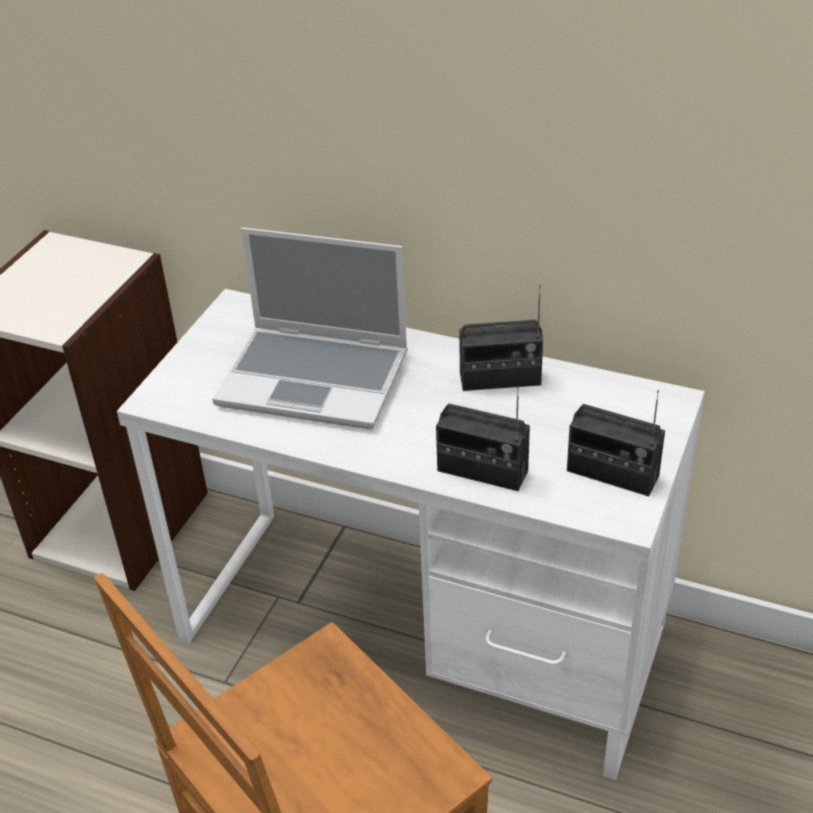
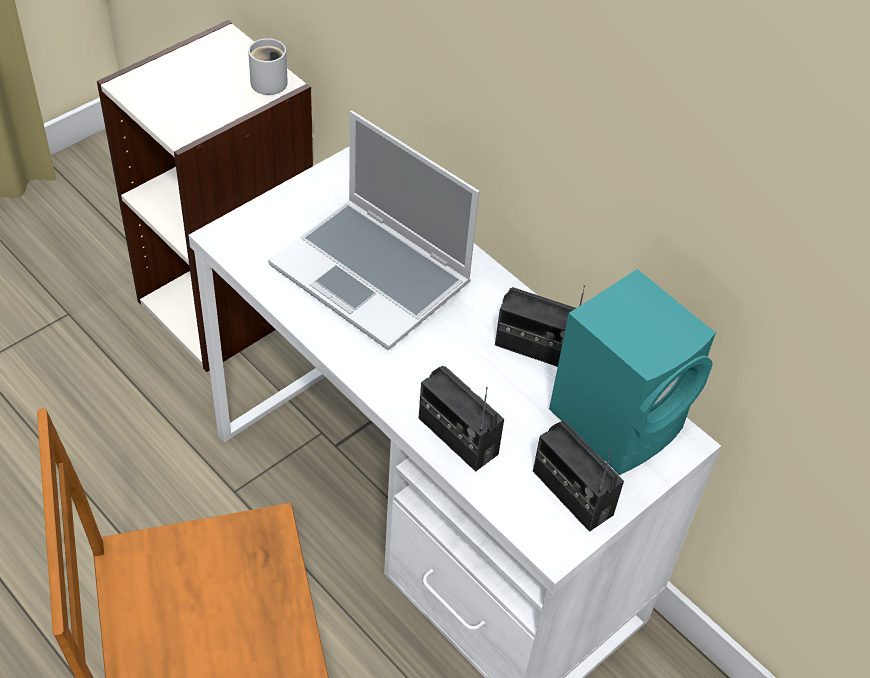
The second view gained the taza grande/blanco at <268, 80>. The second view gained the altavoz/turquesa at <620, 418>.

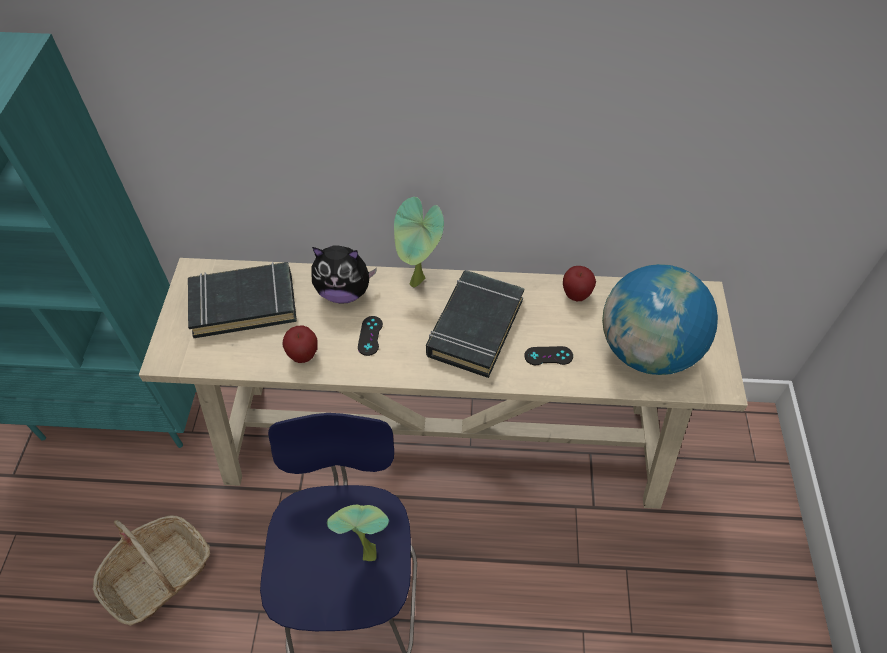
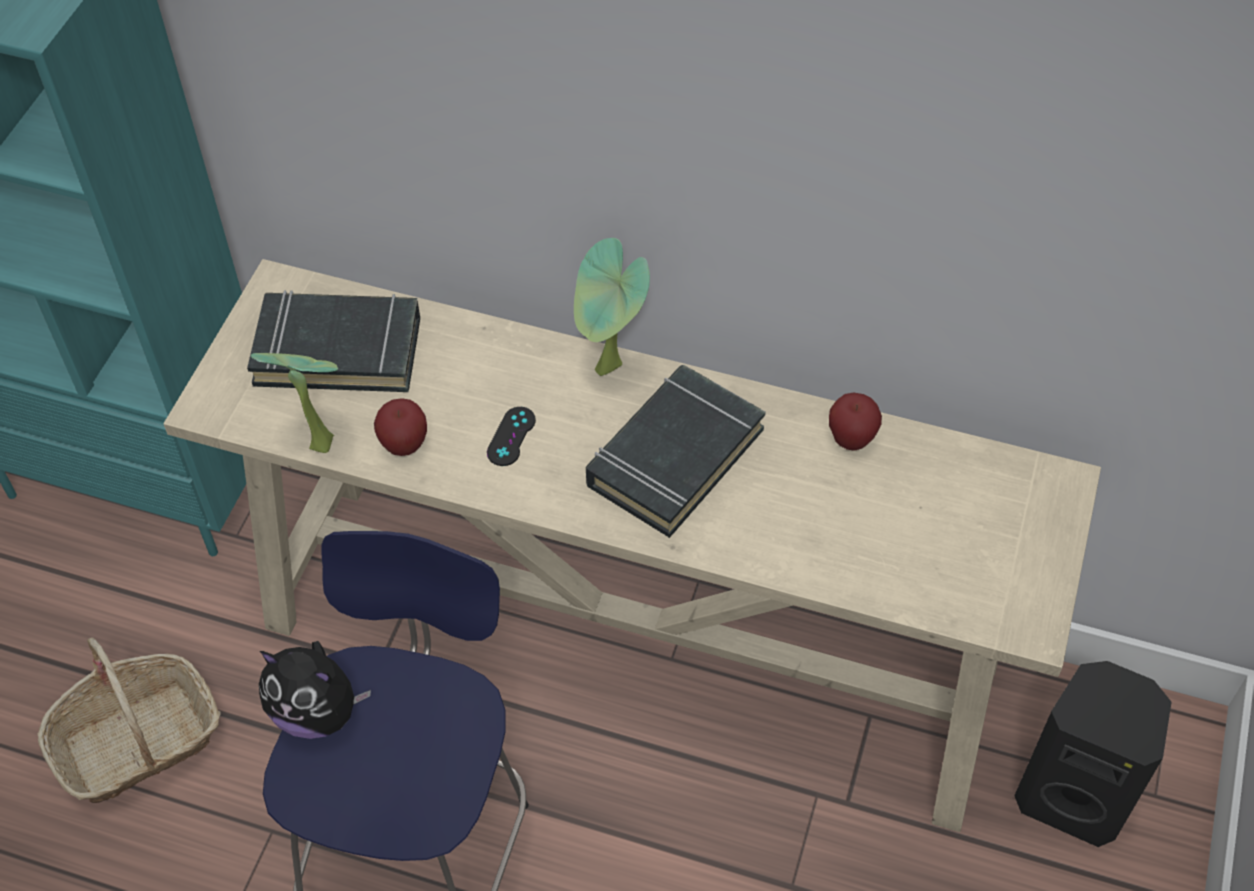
The planta en maceta ended up elsewhere, having gone from <366, 550> to <319, 439>. The peluche ended up elsewhere, having gone from <344, 292> to <317, 712>. The second view gained the altavoz/negro at <1072, 795>. The second view lost the mando de consola/negro at <548, 356>. The second view lost the globo terráqueo at <647, 351>.

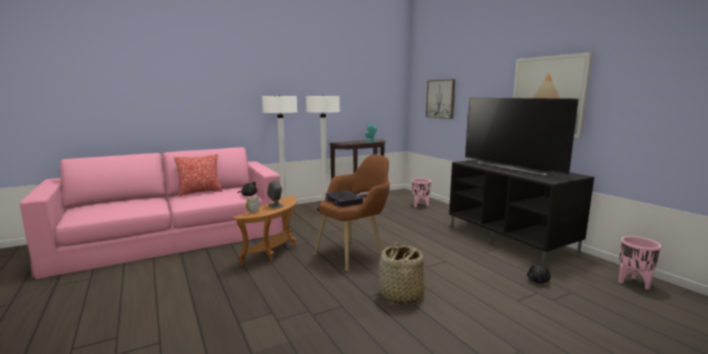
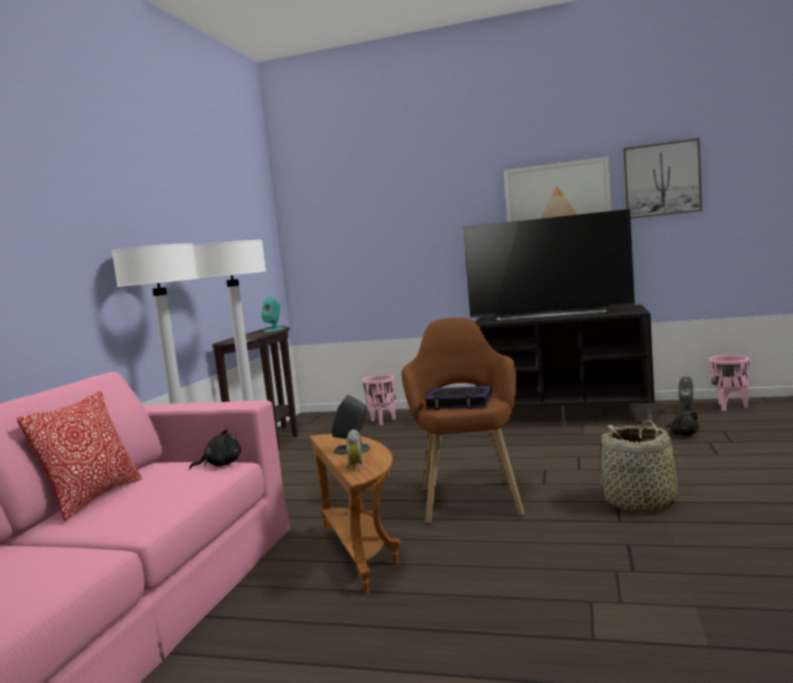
The cuadro ended up elsewhere, having gone from <440, 99> to <661, 179>. The second view gained the altavoz/gris at <687, 411>.

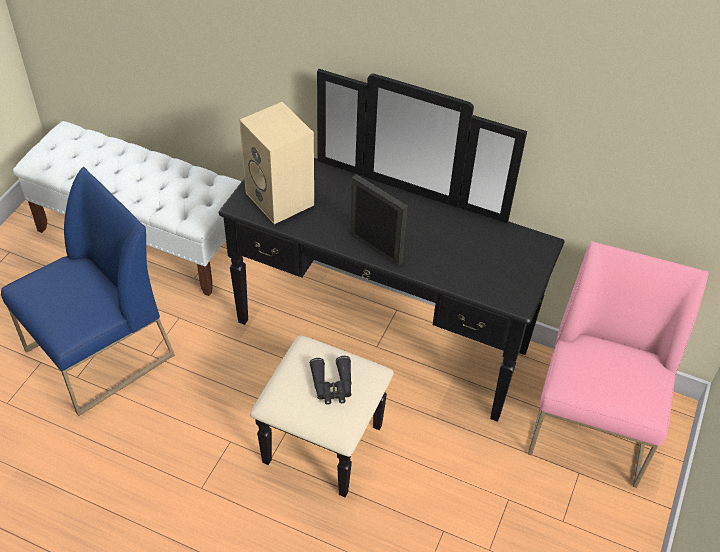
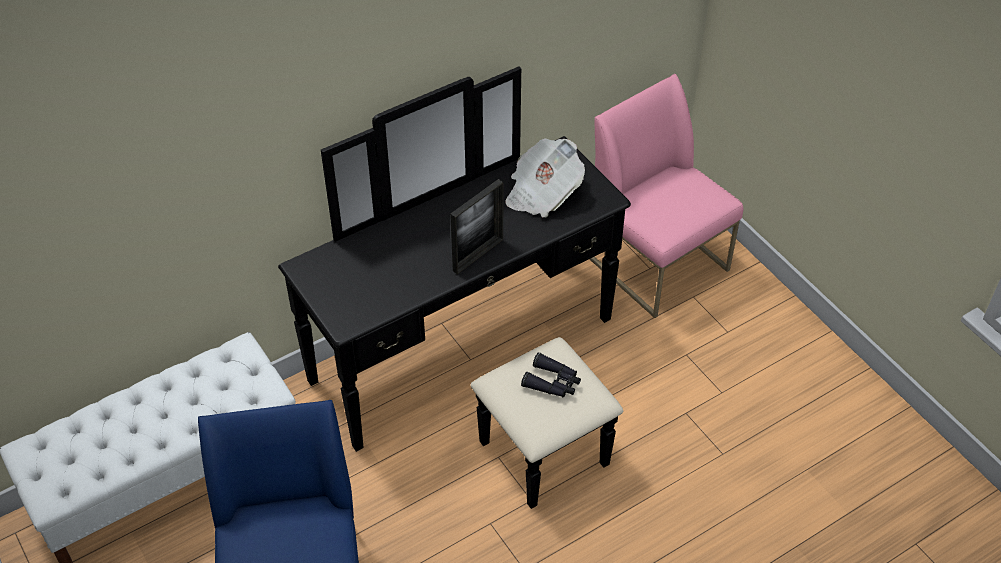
The portarretratos at <375, 248> ended up facing another way, 150 degrees clockwise from before. The second view gained the periódico at <542, 193>. The second view lost the altavoz/beis at <281, 199>.

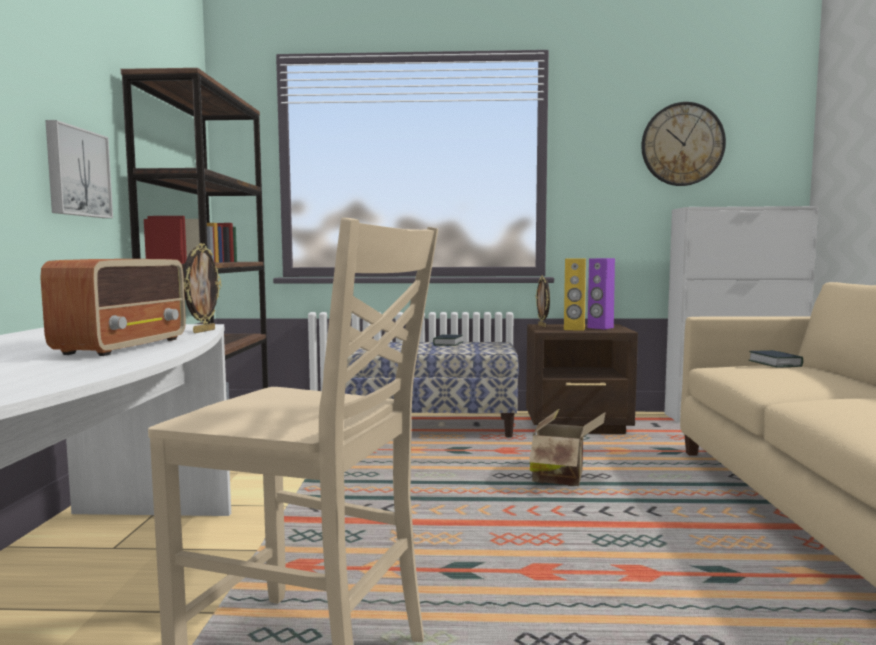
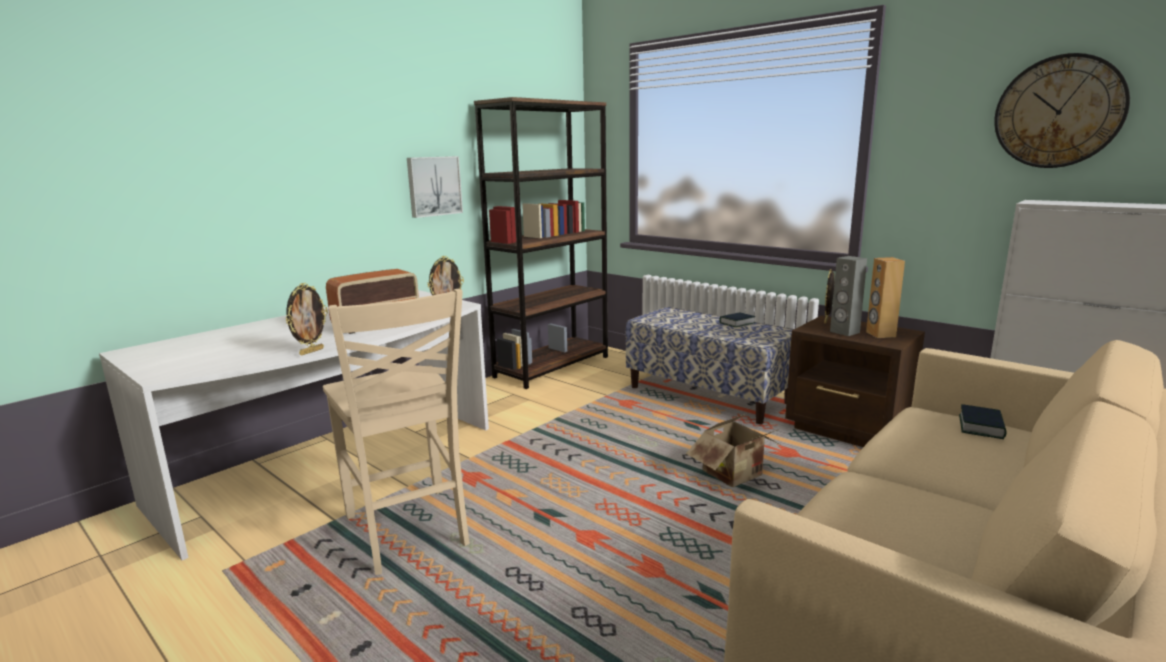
The second view gained the portarretratos at <311, 351>. What was the altavoz/amarillo at <574, 329> turned into the altavoz/gris at <844, 332>. What was the altavoz/morado at <600, 327> turned into the altavoz/marrón at <880, 334>.

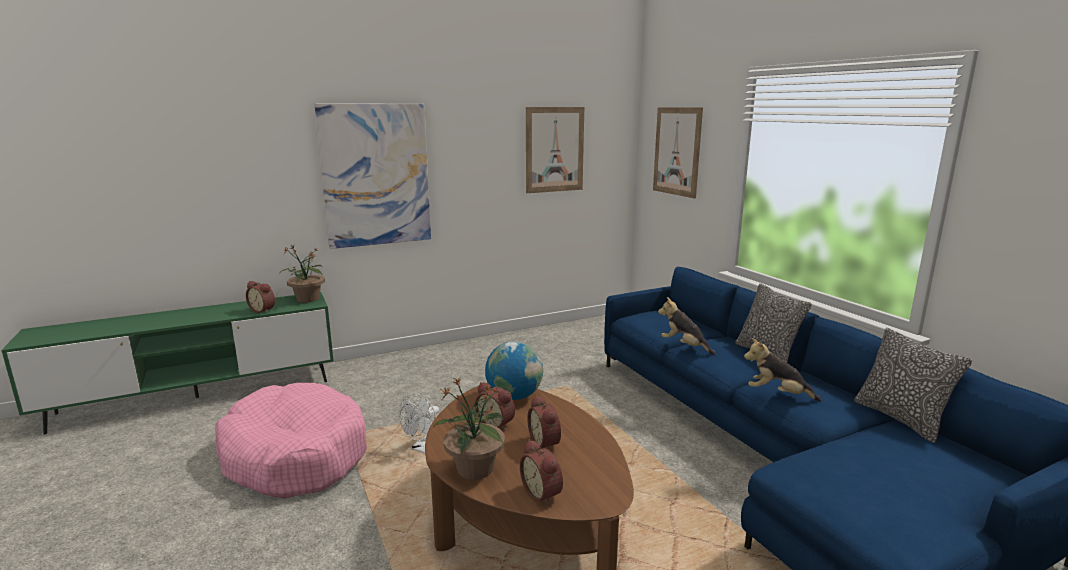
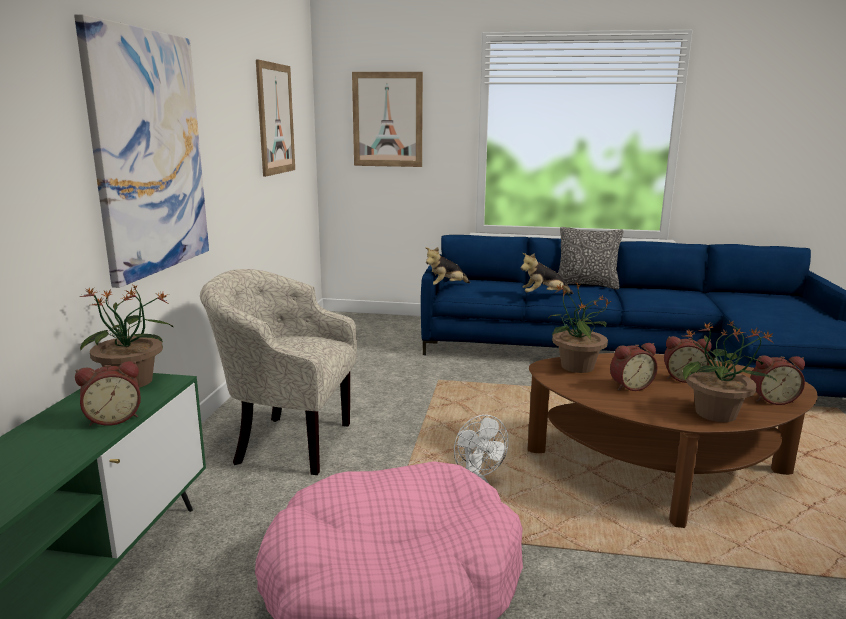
The second view gained the sillón/beis at <287, 443>. The peluche ended up elsewhere, having gone from <777, 394> to <445, 287>. Where the globo terráqueo stood at <514, 396>, the planta en maceta came to stand at <576, 367>. The second view lost the cojín at <900, 419>.

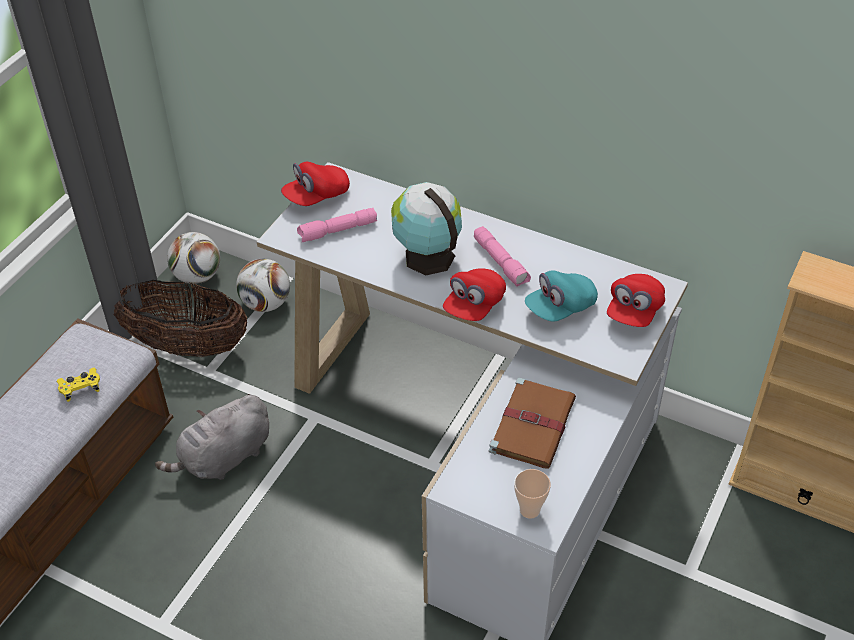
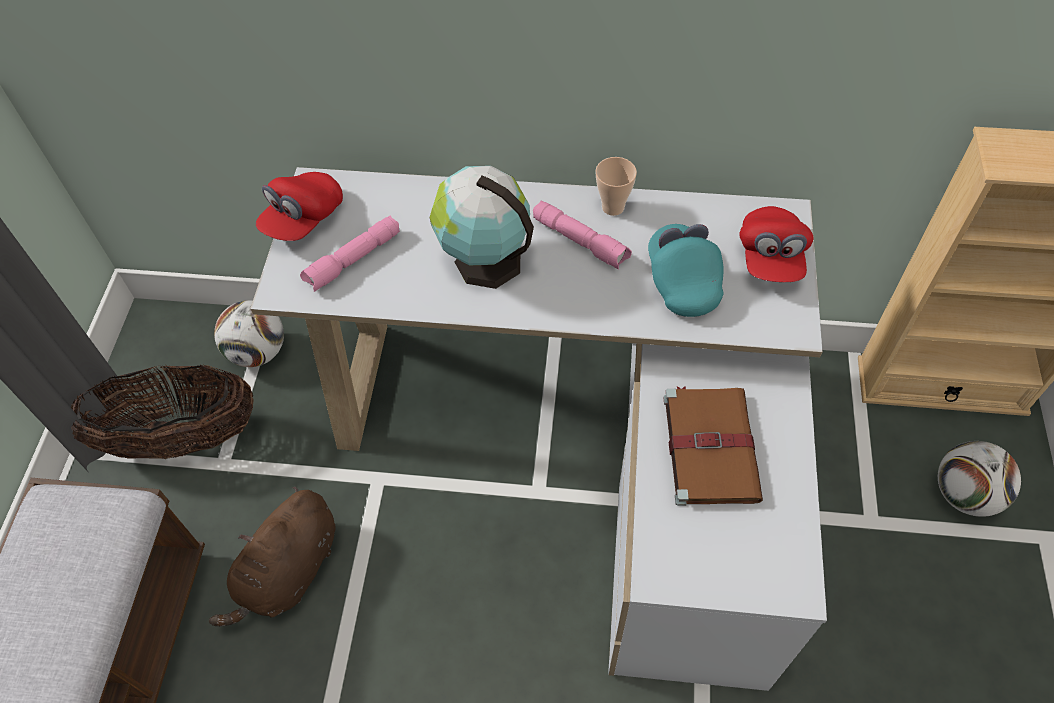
What was the peluche/gris at <223, 458> turned into the peluche/marrón at <289, 572>. The taza ended up elsewhere, having gone from <529, 510> to <613, 207>. The gorra/turquesa at <560, 307> ended up facing another way, 135 degrees clockwise from before. The balón de fútbol ended up elsewhere, having gone from <197, 276> to <964, 494>. The second view lost the mando de consola/amarillo at <81, 389>. The second view lost the gorra/rojo at <474, 305>.

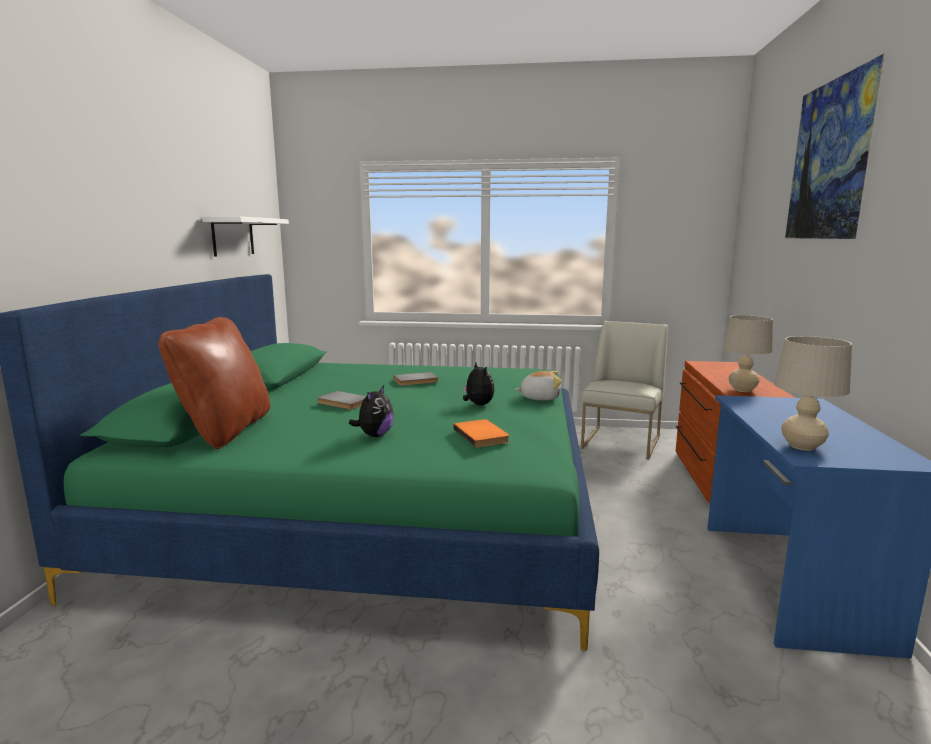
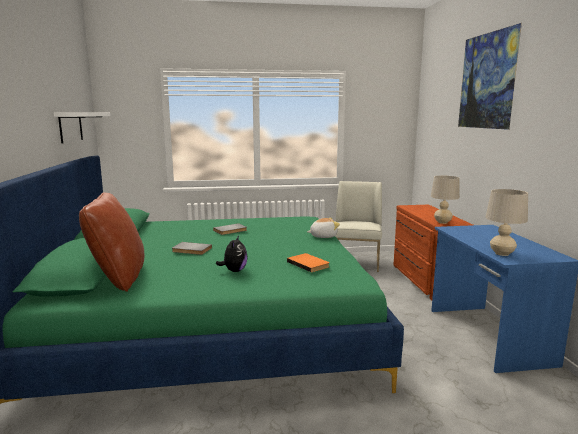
The second view lost the peluche at <478, 405>.

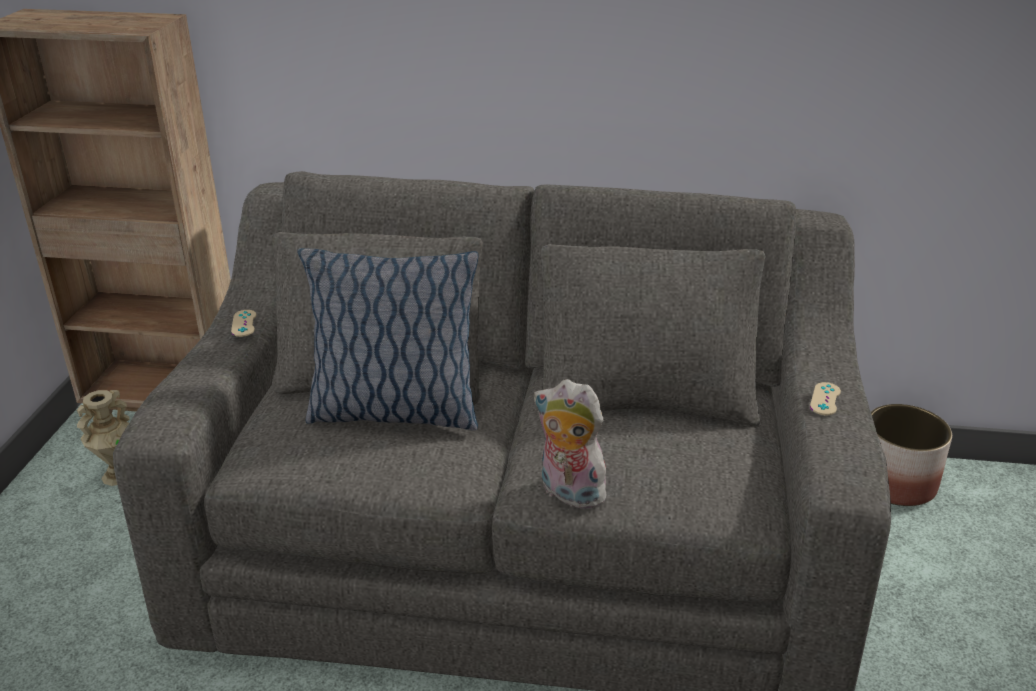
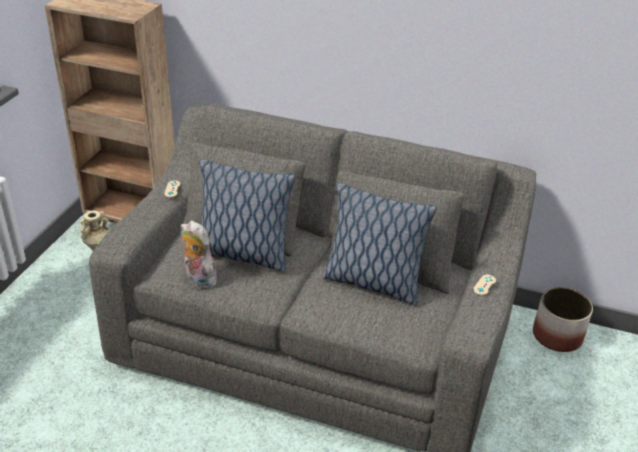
The peluche ended up elsewhere, having gone from <568, 493> to <198, 279>. The second view gained the cojín at <372, 283>.

